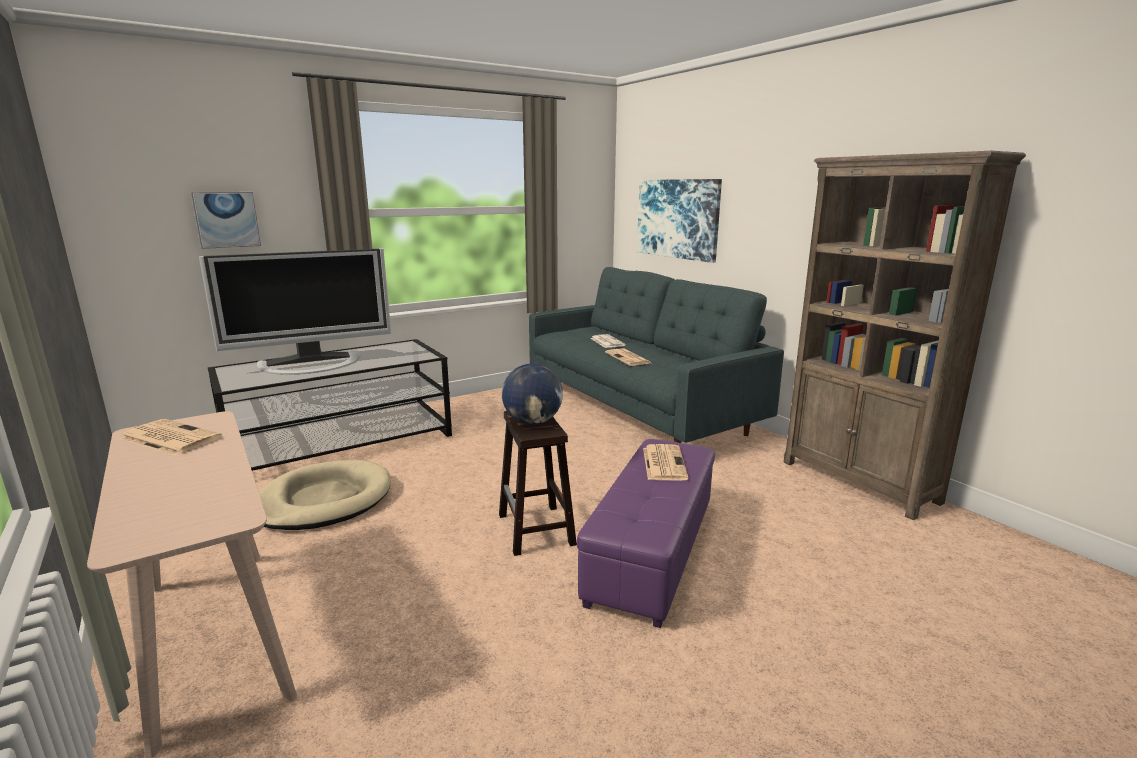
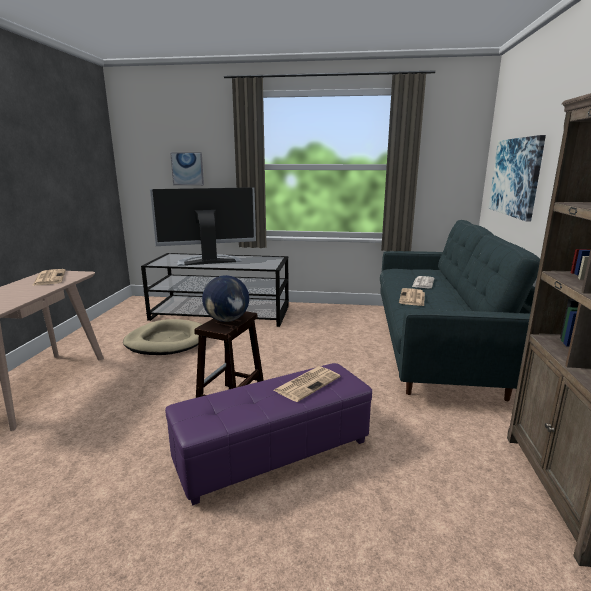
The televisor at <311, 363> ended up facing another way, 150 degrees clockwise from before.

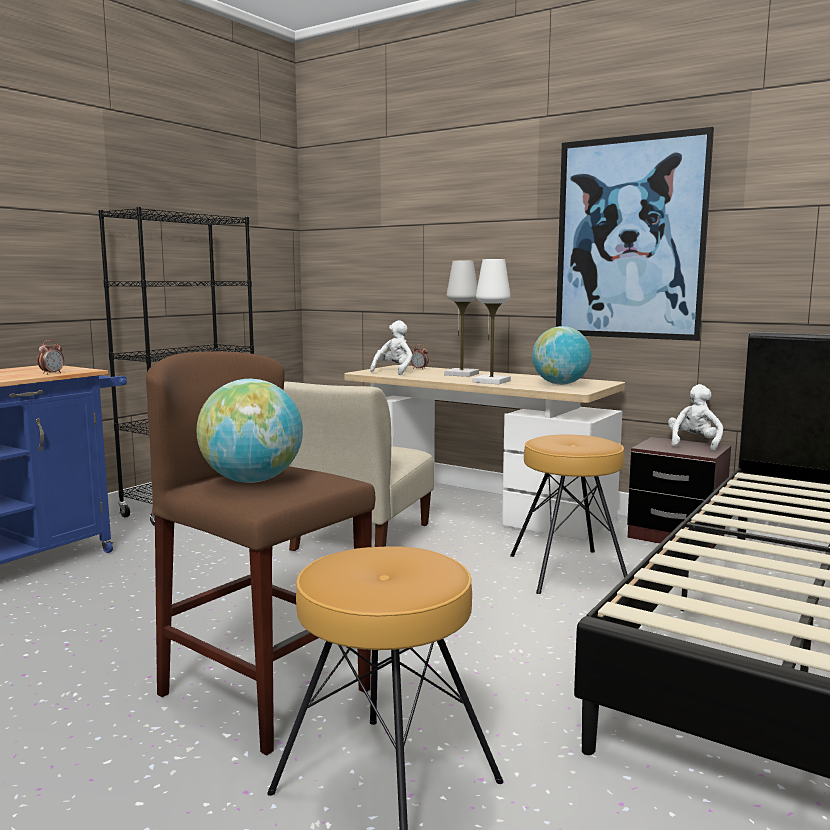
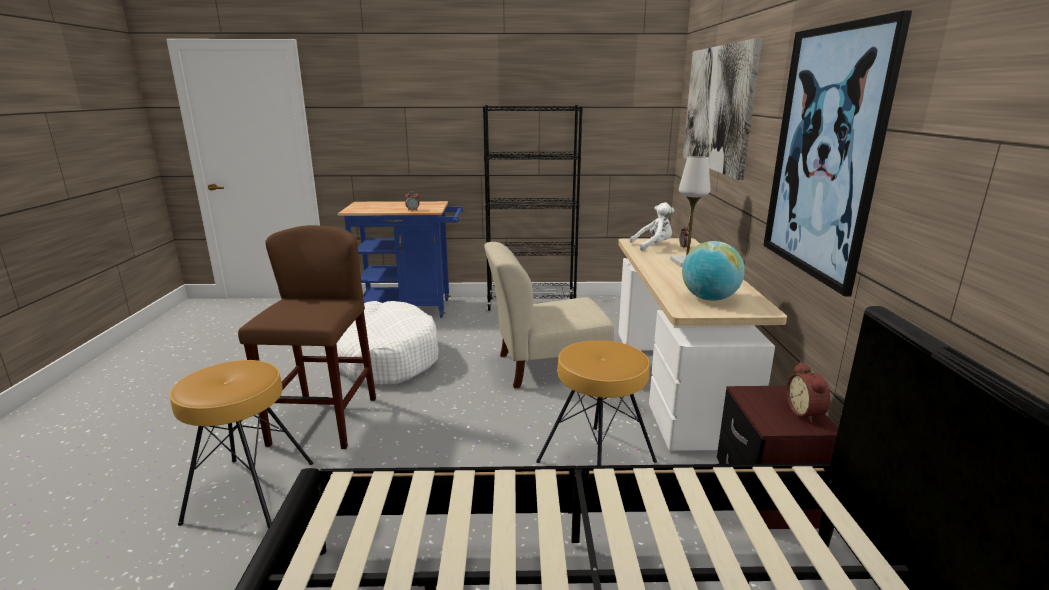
The second view gained the cama para perro/blanco at <384, 357>. The second view gained the cuadro at <718, 108>. Where the peluche/blanco stood at <694, 444>, the despertador came to stand at <806, 413>. The second view lost the globo terráqueo at <252, 480>. The second view lost the lámpara de mesa/blanco at <491, 381>.

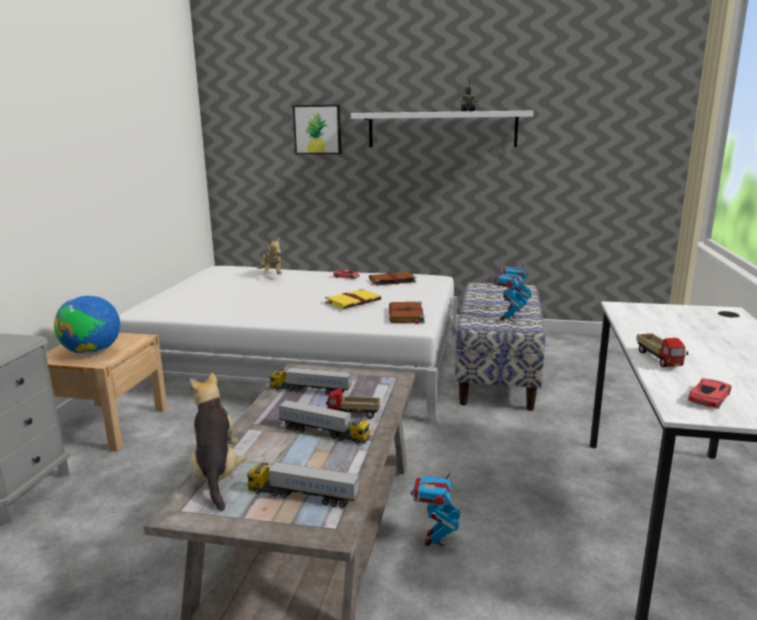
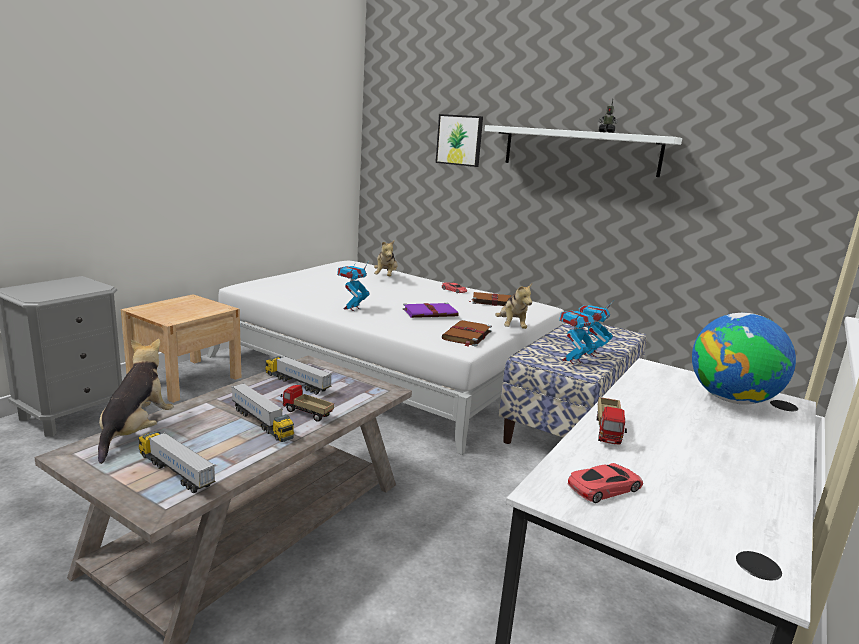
The robot de juguete ended up elsewhere, having gone from <435, 539> to <352, 308>. What was the libro/amarillo at <353, 301> turned into the libro/morado at <431, 313>. The second view gained the peluche at <511, 327>. The globo terráqueo ended up elsewhere, having gone from <92, 352> to <732, 400>.

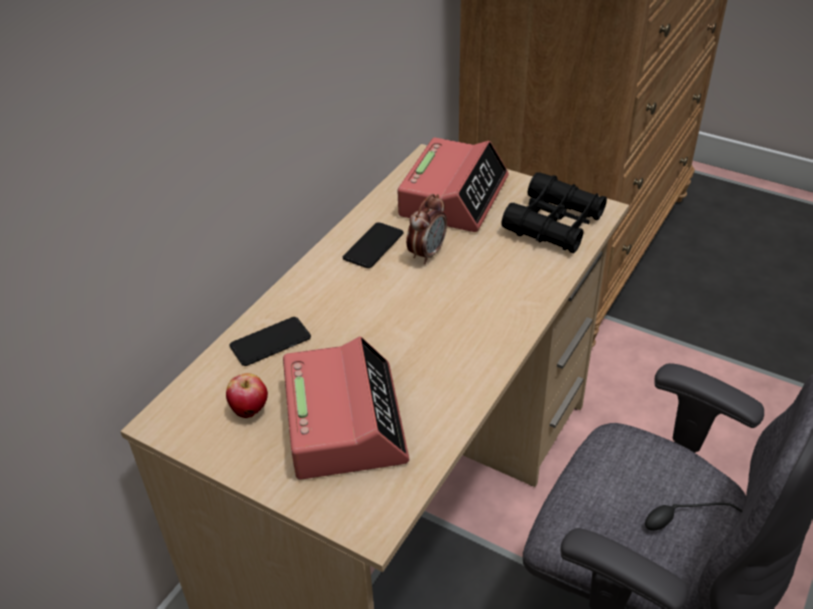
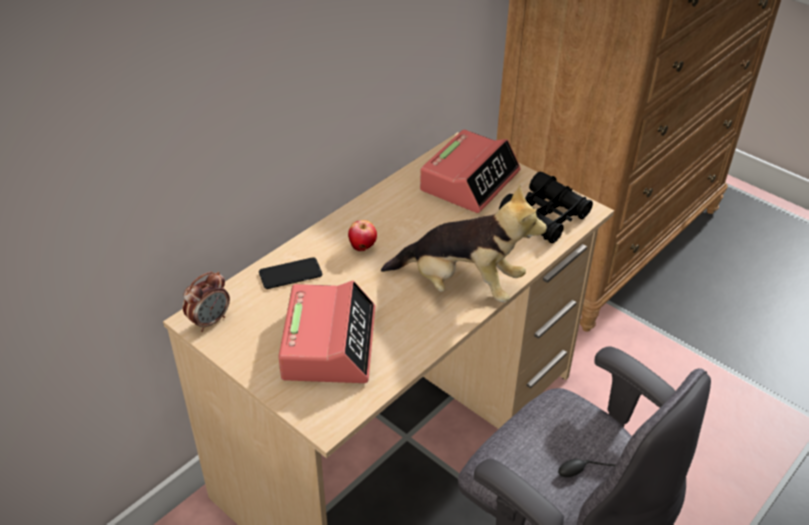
The despertador ended up elsewhere, having gone from <427, 253> to <210, 321>. The manzana ended up elsewhere, having gone from <250, 410> to <363, 247>. The second view gained the peluche at <461, 285>. The second view lost the móvil at <373, 246>.

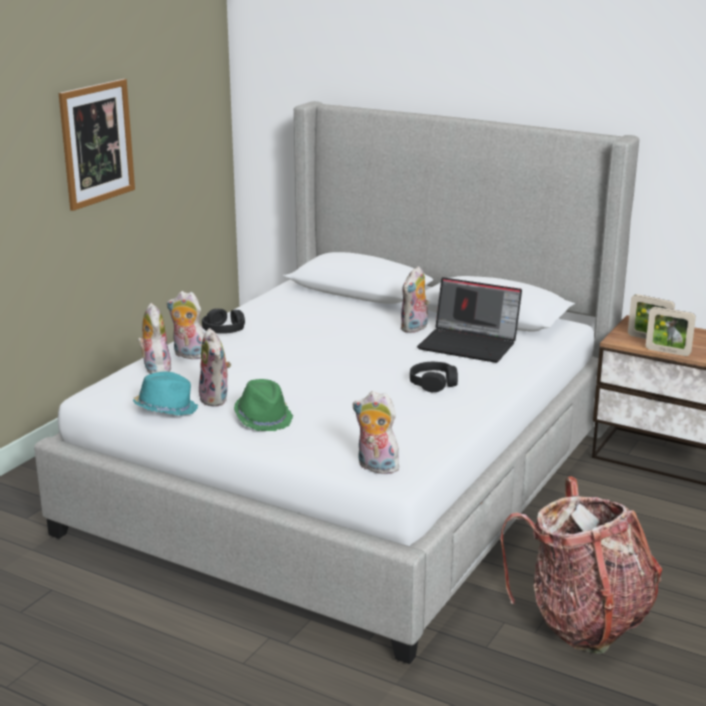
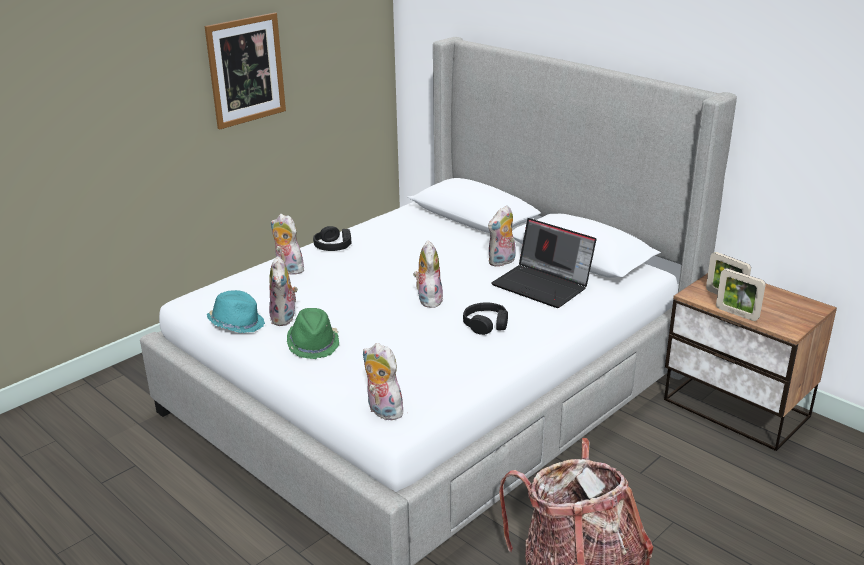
The peluche ended up elsewhere, having gone from <155, 369> to <428, 299>.

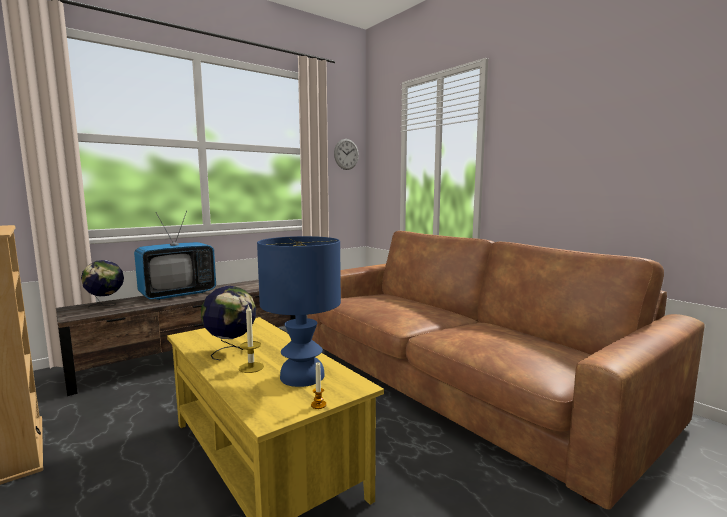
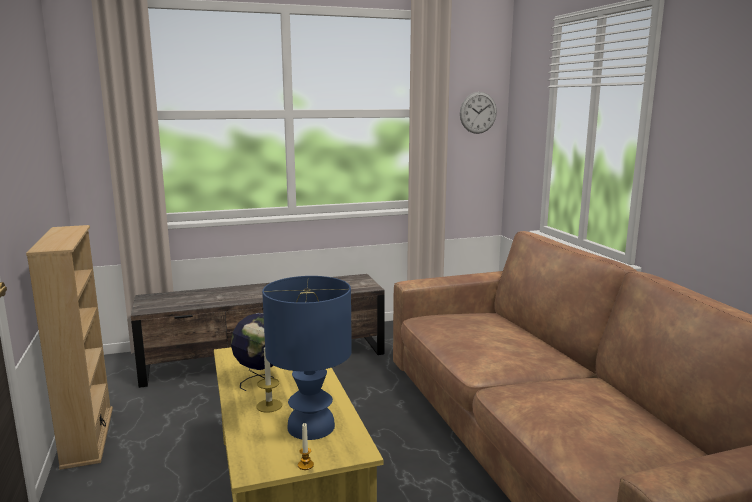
The second view lost the globo terráqueo at <105, 305>. The second view lost the televisor at <178, 294>.

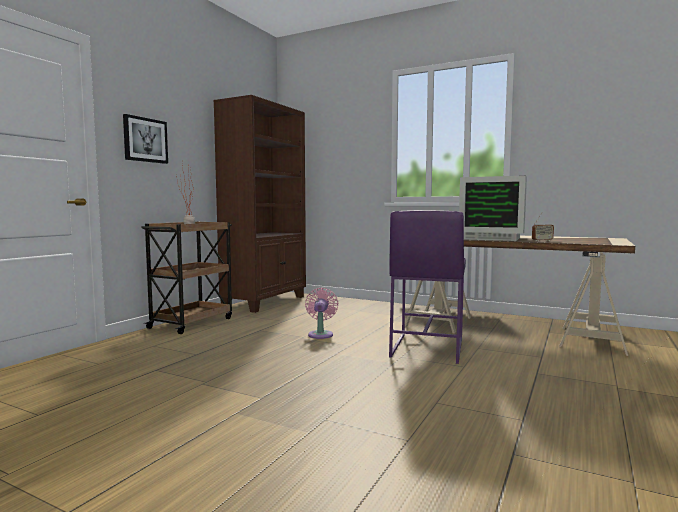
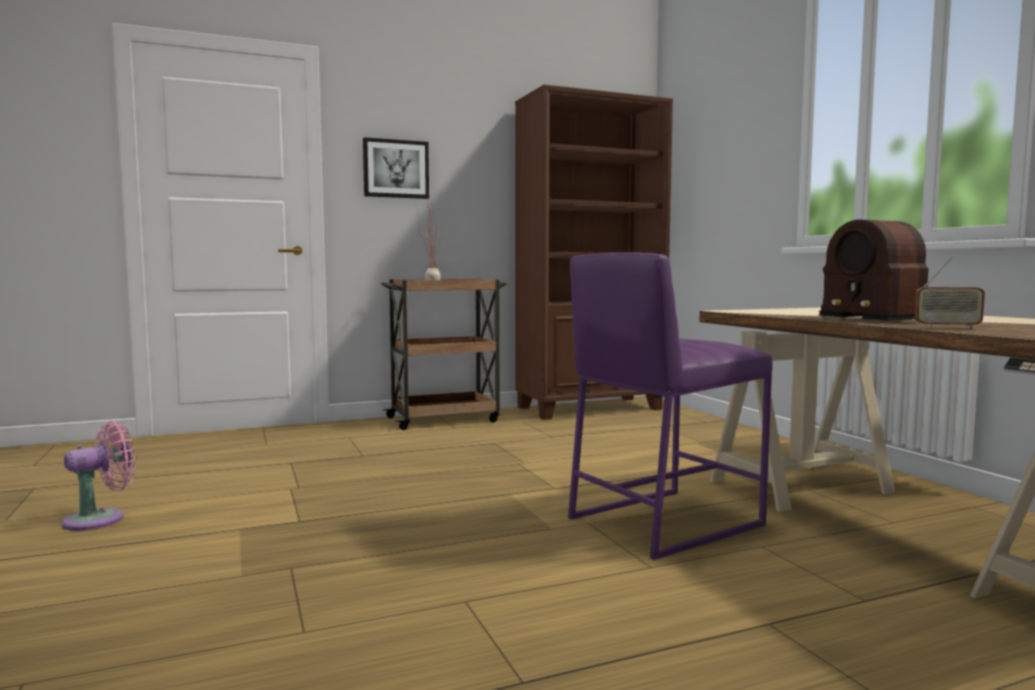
The ventilador/rosa ended up elsewhere, having gone from <321, 334> to <100, 519>. Where the monitor stood at <492, 238>, the radio came to stand at <872, 318>.

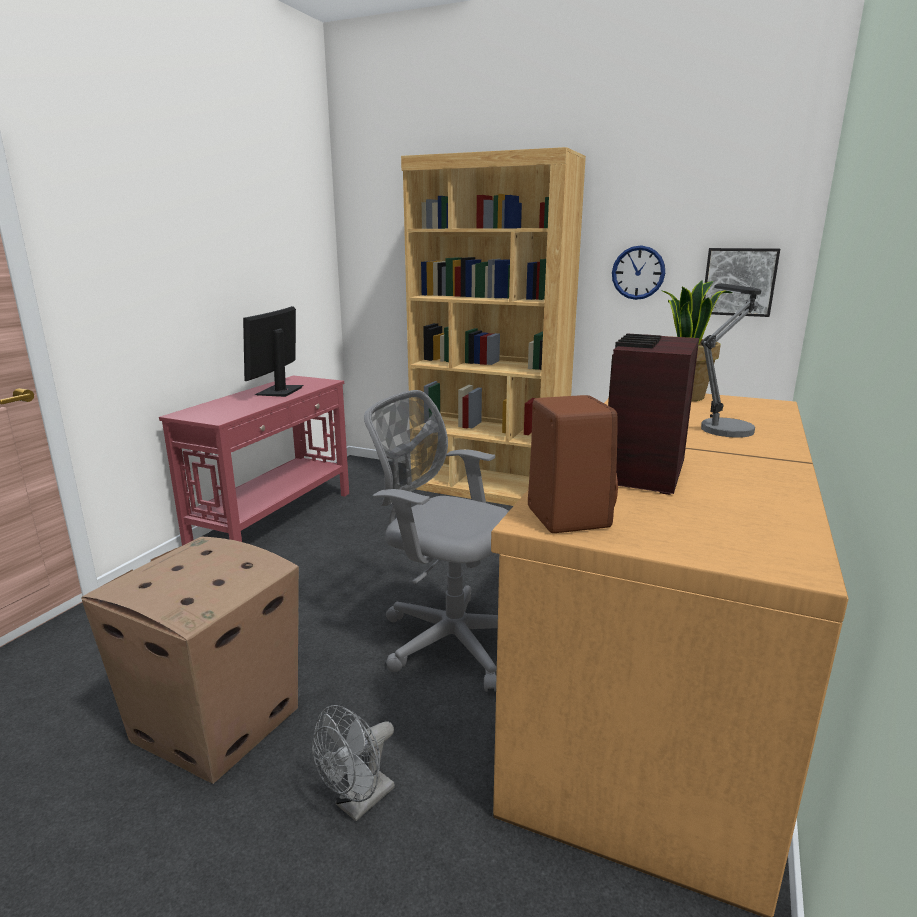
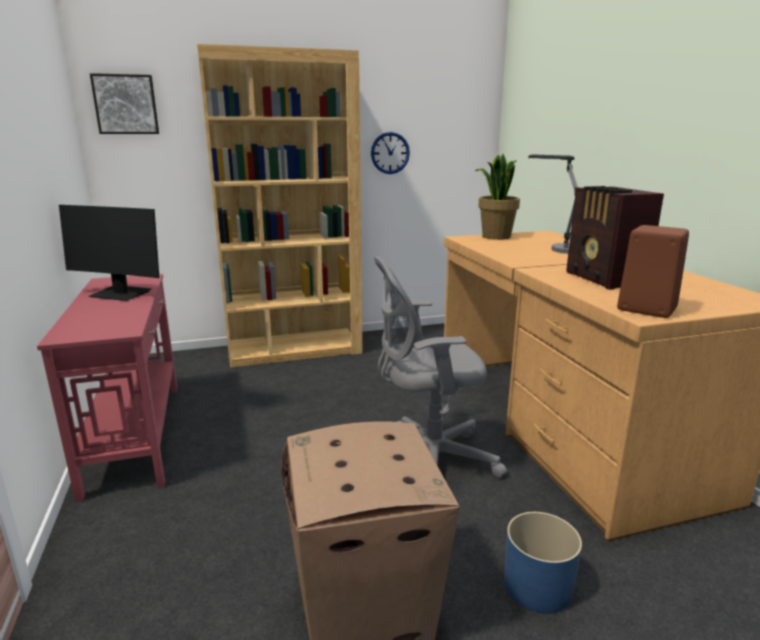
The monitor at <279, 391> ended up facing another way, 45 degrees counterclockwise from before. The cuadro ended up elsewhere, having gone from <739, 282> to <126, 104>. Where the ventilador/gris stood at <358, 803>, the maceta/azul came to stand at <538, 585>.

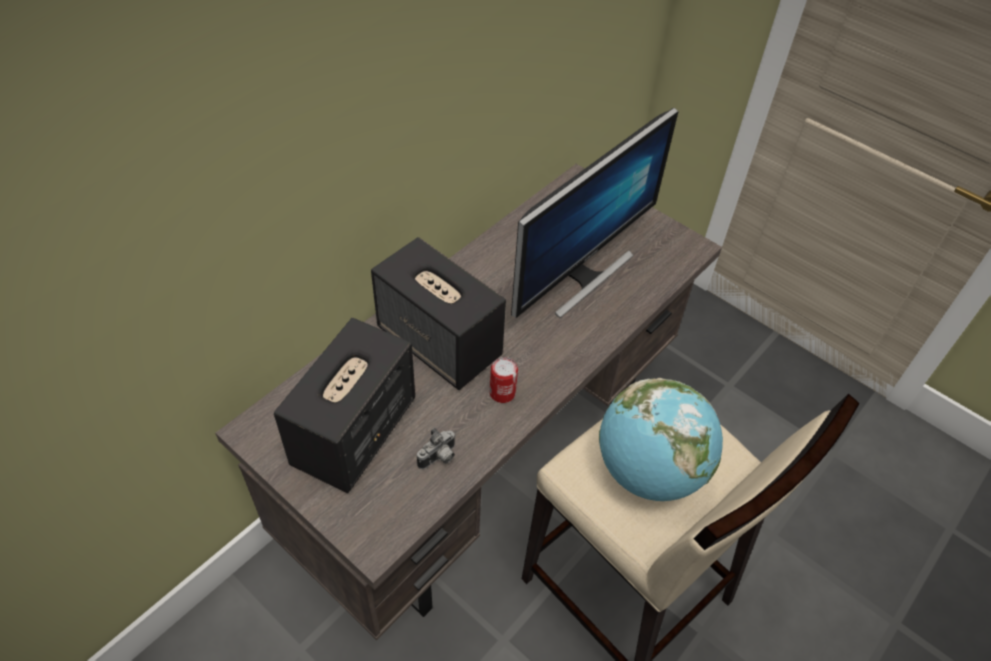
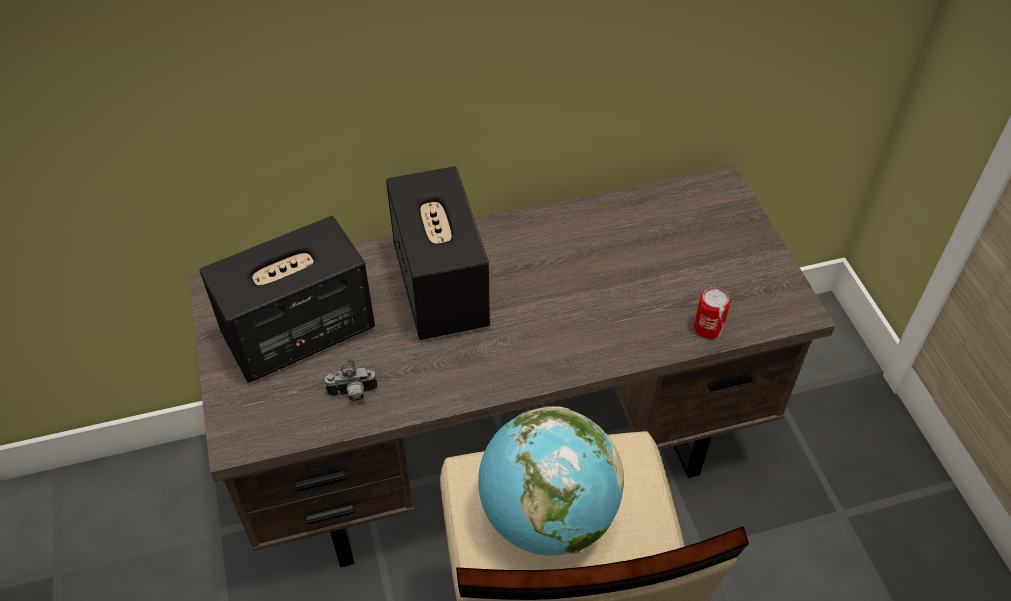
The lata ended up elsewhere, having gone from <502, 393> to <708, 328>. The second view lost the monitor at <581, 274>.

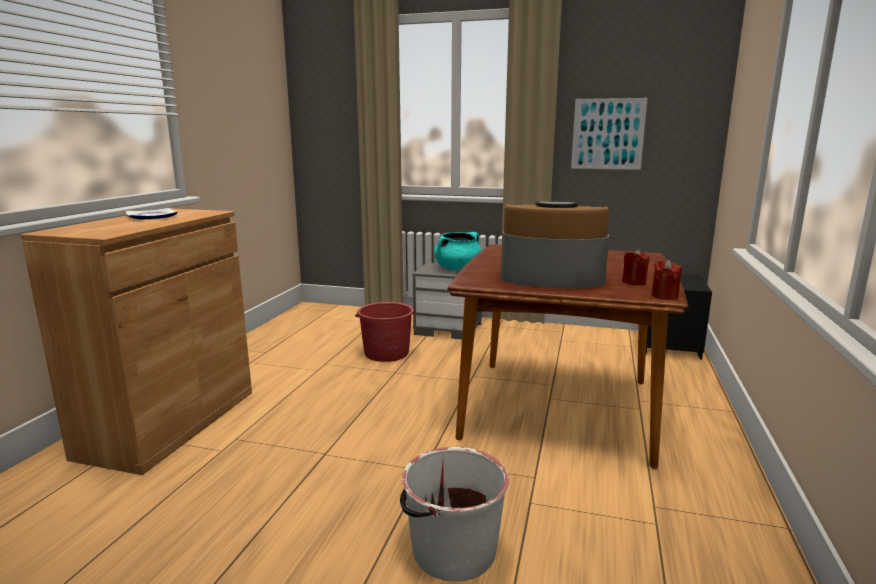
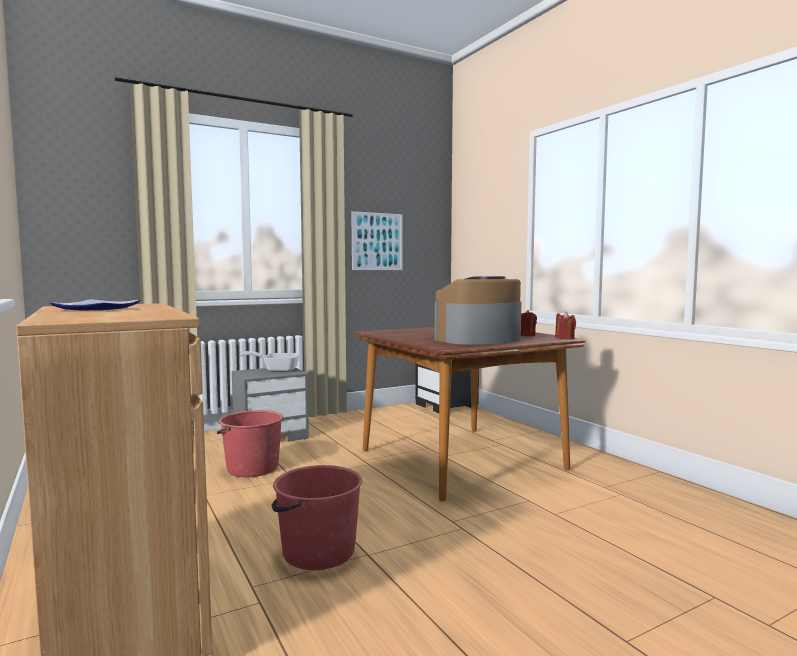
Where the olla/turquesa stood at <458, 269>, the sartén came to stand at <277, 370>. The second view gained the cubo/rojo at <317, 552>. The second view lost the cubo/blanco at <452, 551>.

